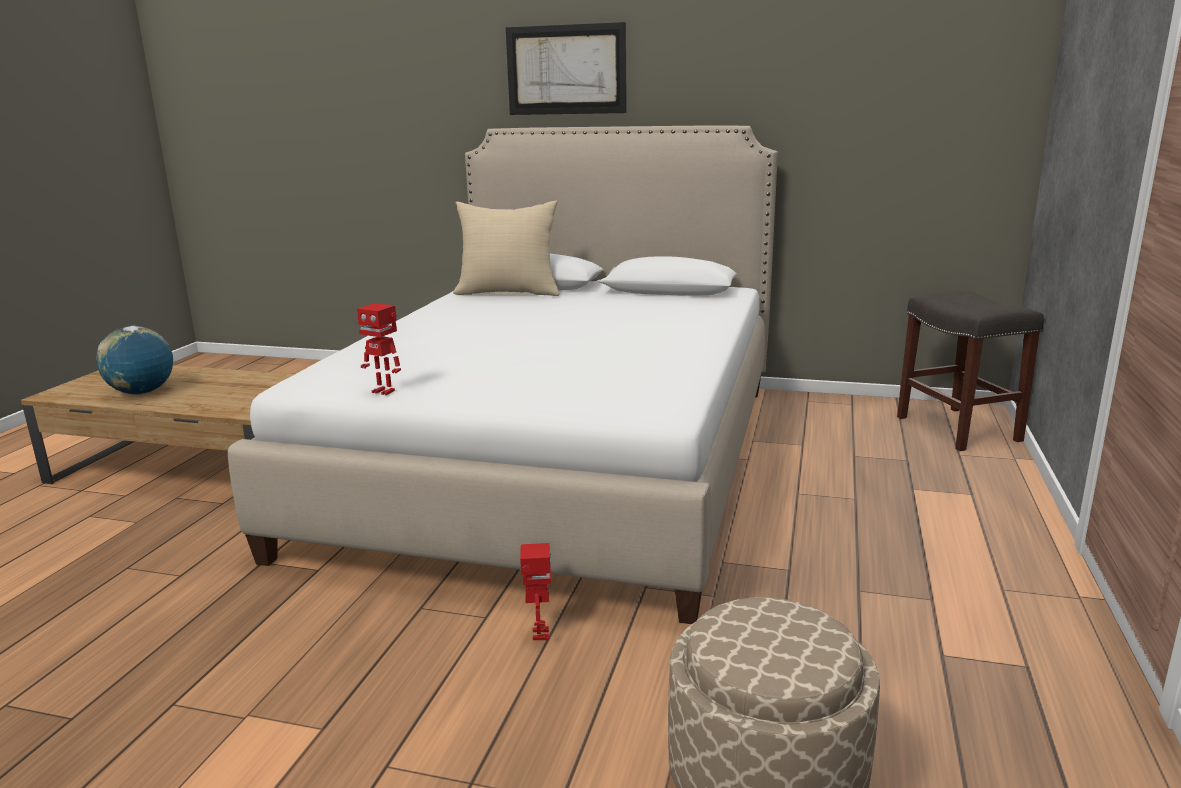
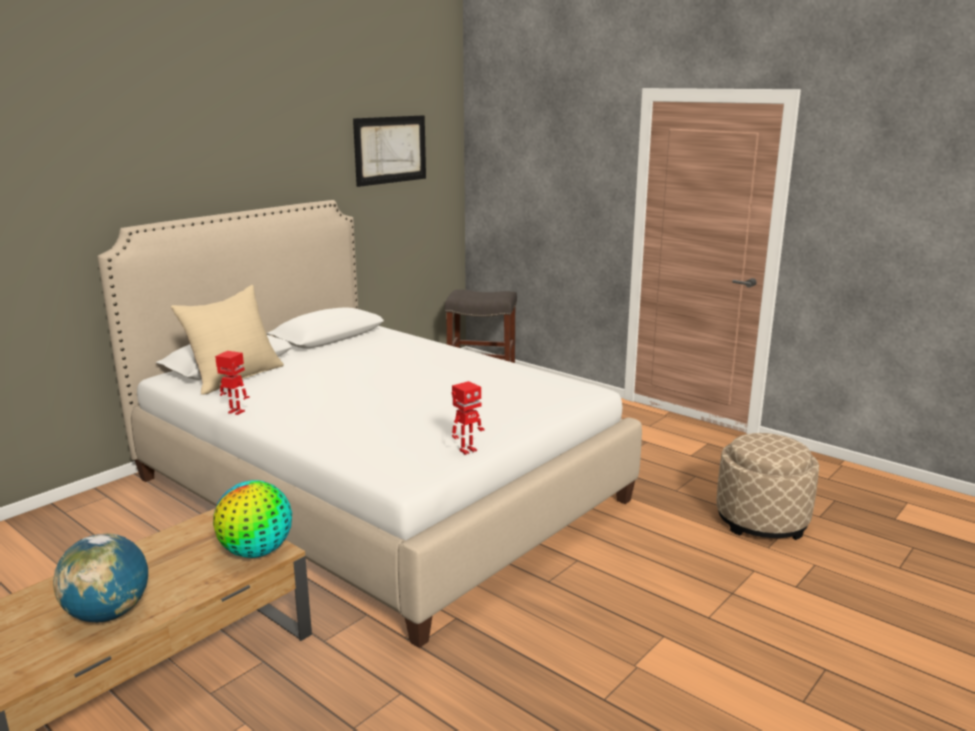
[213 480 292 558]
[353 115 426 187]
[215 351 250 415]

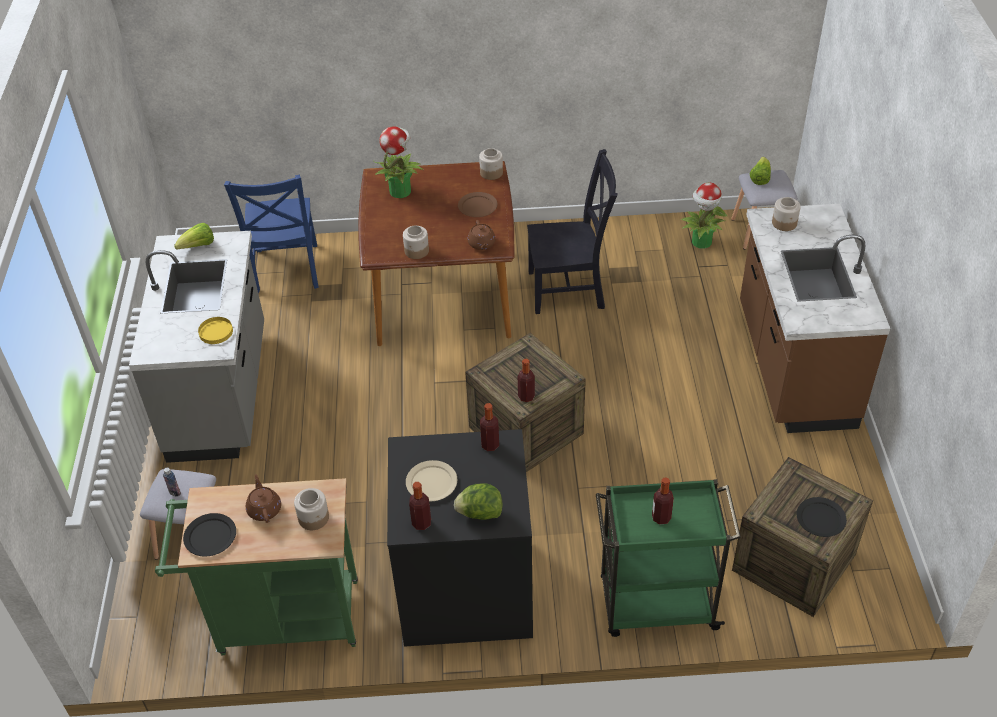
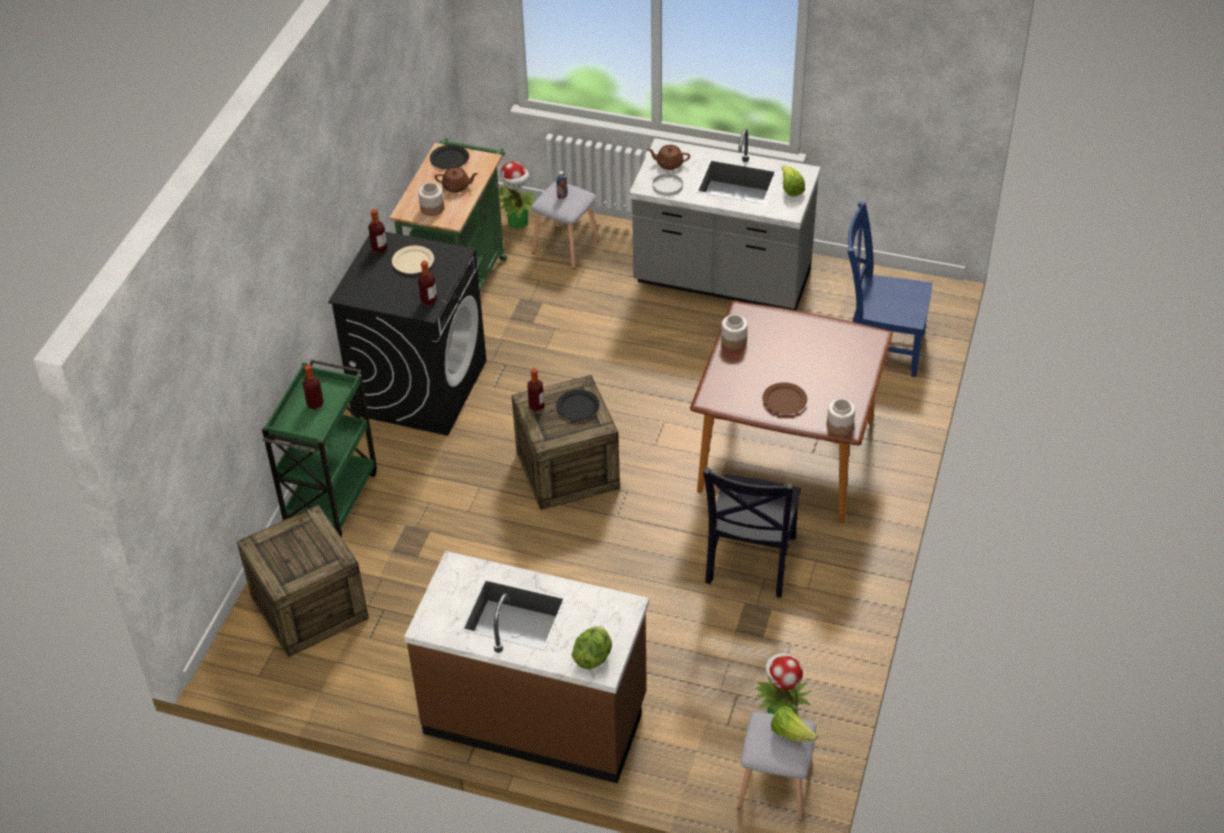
[772 197 801 231] (first image)
[499 161 537 229]
[572 626 612 669]
[647 145 690 170]
[556 389 600 421]
[653 173 683 196]

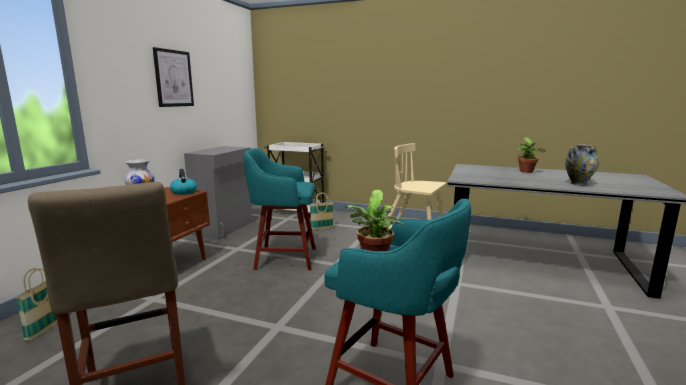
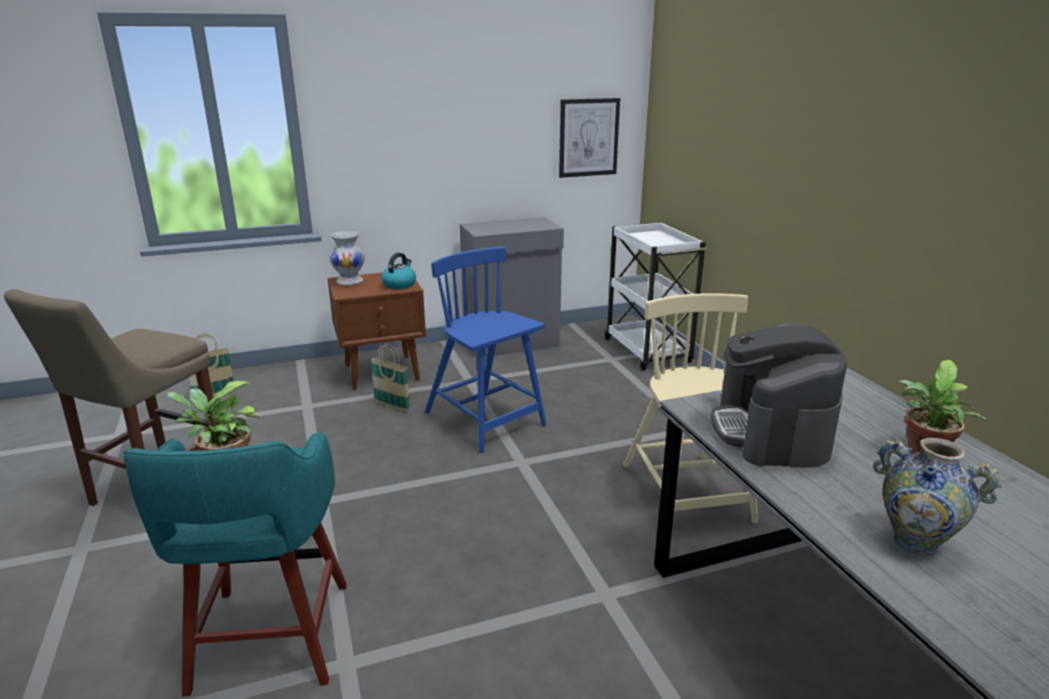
[711 322 847 468]
[559 98 620 178]
[371 344 411 412]
[425 247 547 453]

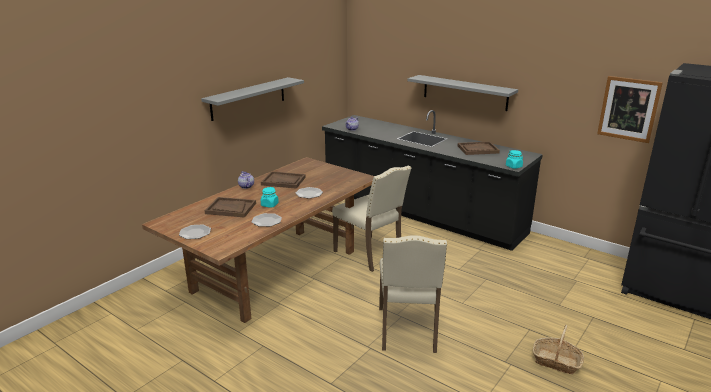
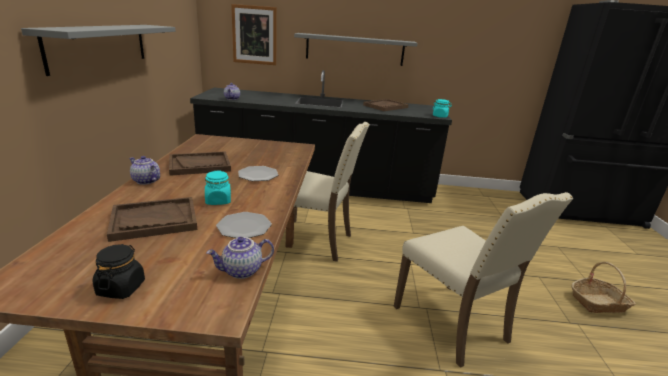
[206 237 274 279]
[231 4 277 65]
[93 244 145 299]

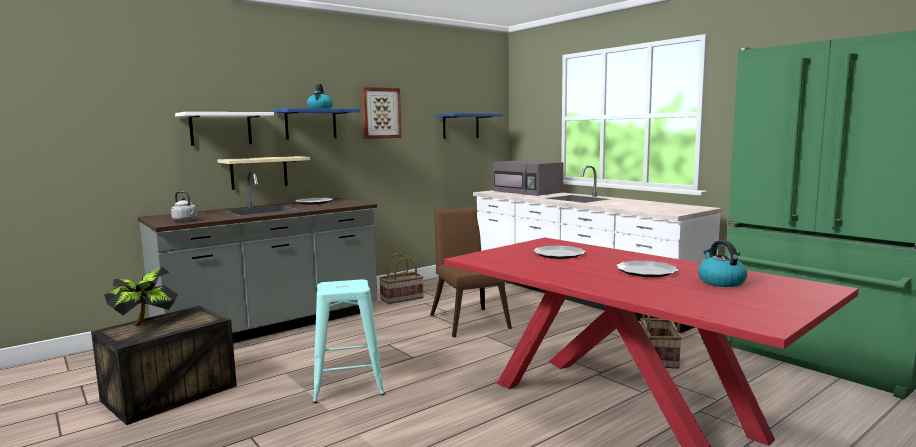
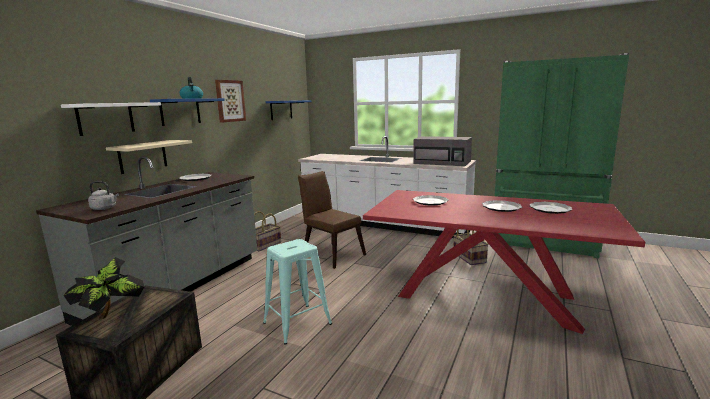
[413 136 472 166]
[530 202 573 214]

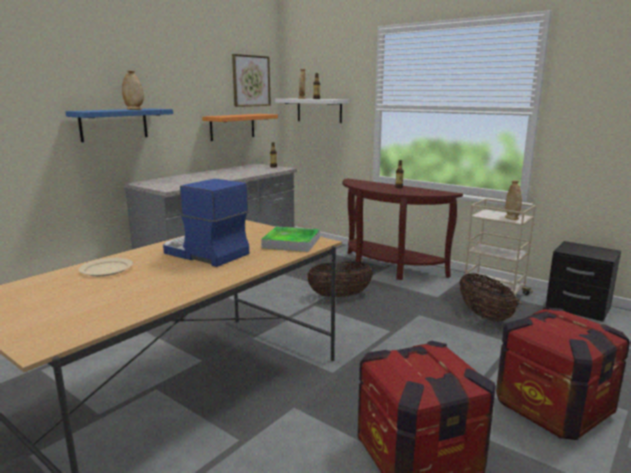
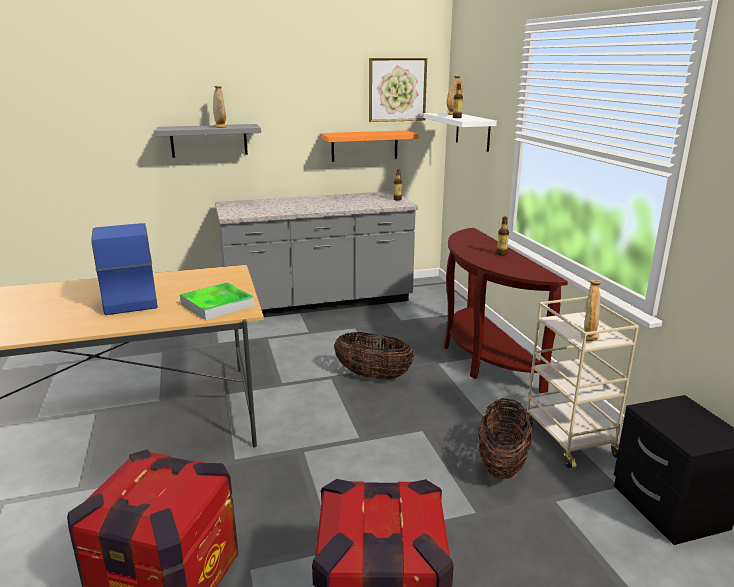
[78 258 133 276] (first image)
[156 124 261 158]

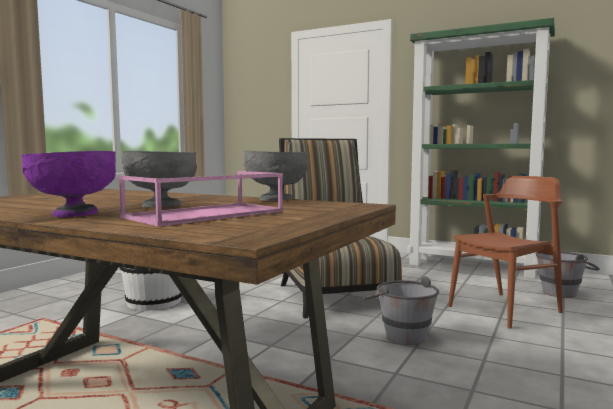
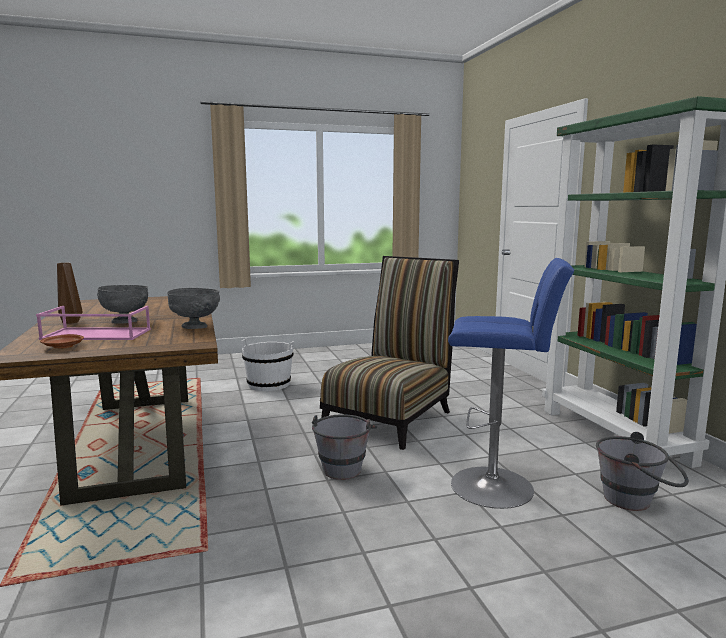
[40 334 84 348]
[57 263 82 324]
[448 258 574 509]

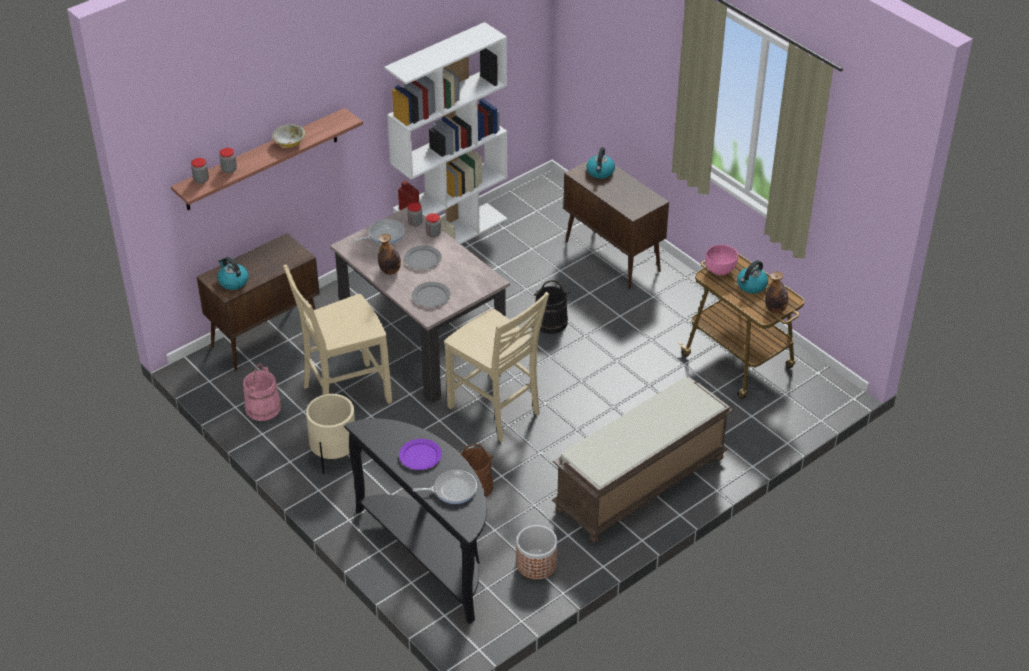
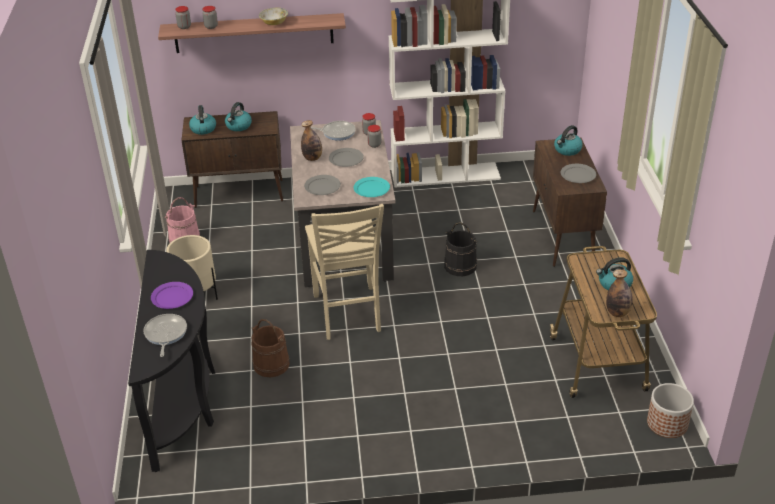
[283 264 392 404] (first image)
[552 377 733 543] (first image)
[705 245 738 275] (first image)
[225 102 252 131]
[354 177 390 197]
[561 164 596 183]
[647 383 694 438]
[144 314 187 357]

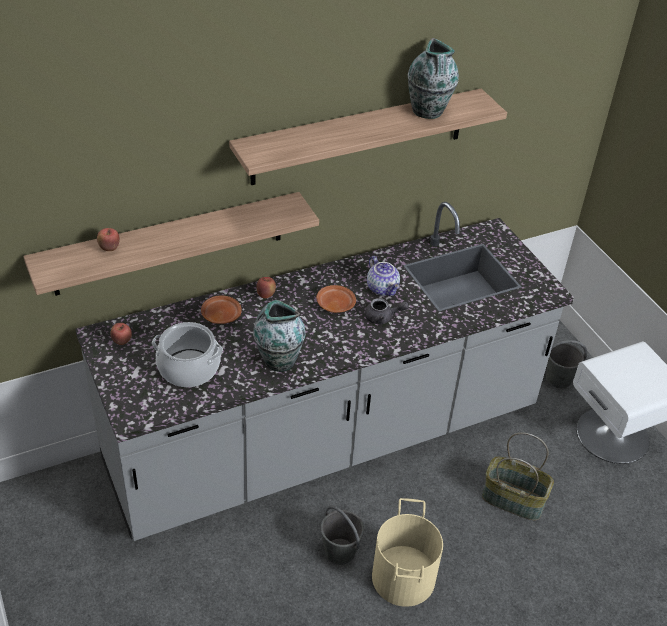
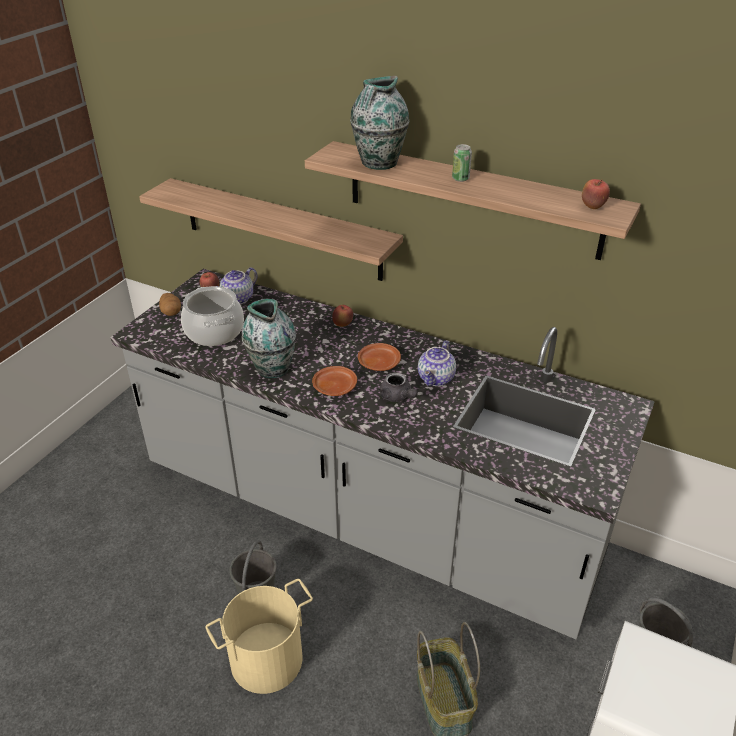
[159 293 181 316]
[220 267 257 304]
[452 144 472 182]
[582 179 610 209]
[312 366 357 396]
[350 76 409 170]

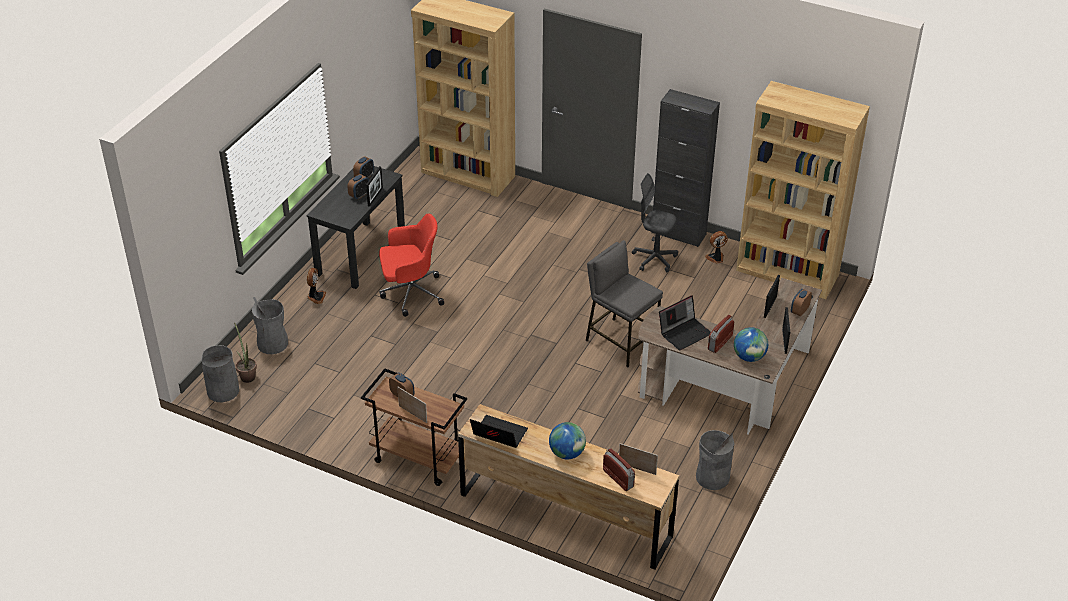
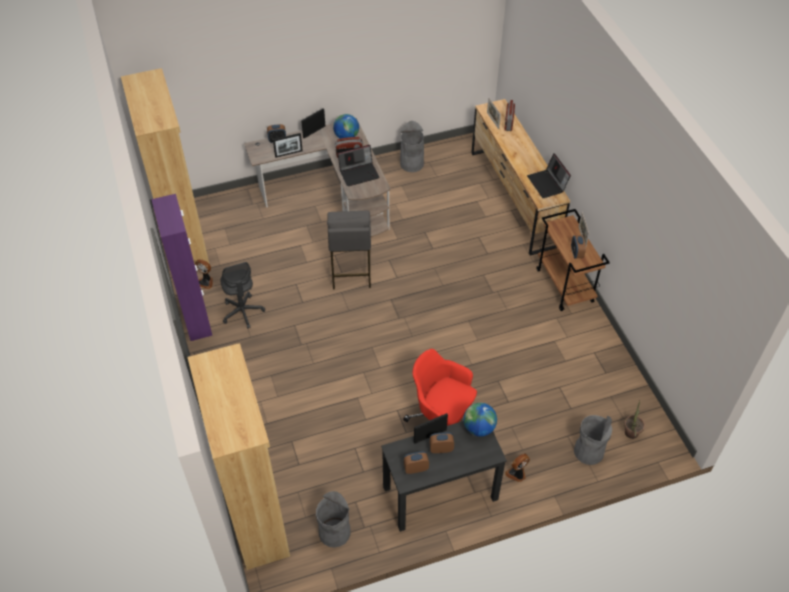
[316 491 351 548]
[463 403 497 437]
[151 194 212 341]
[337 145 380 186]

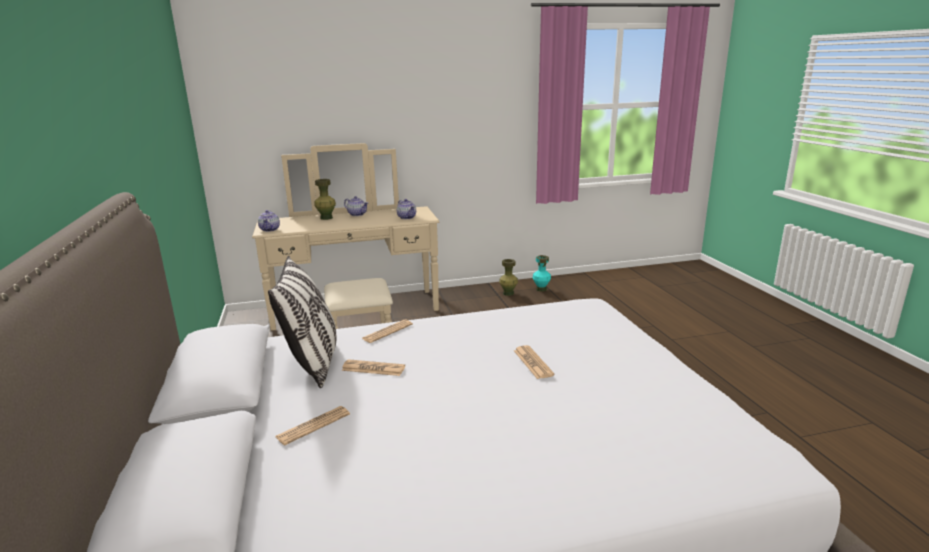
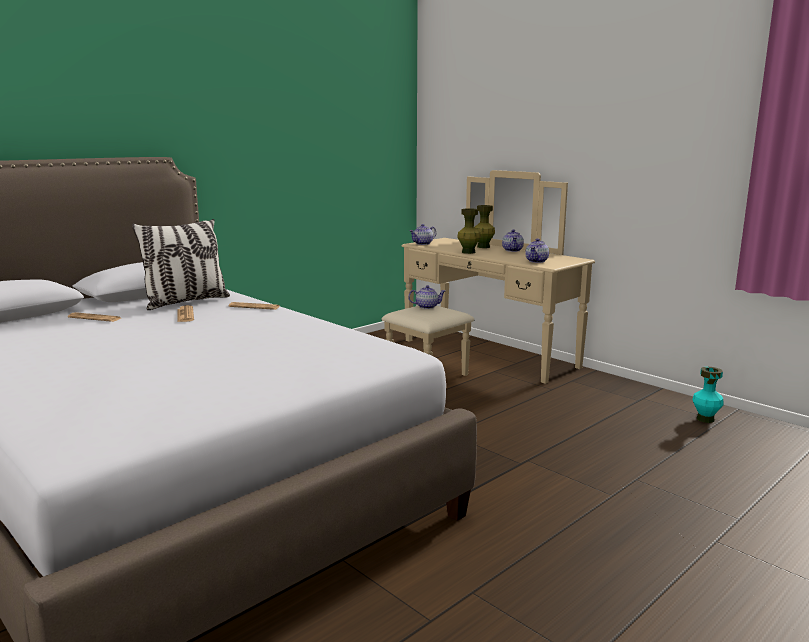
[514 345 555 379] (first image)
[408 285 446 309]
[457 209 481 254]

